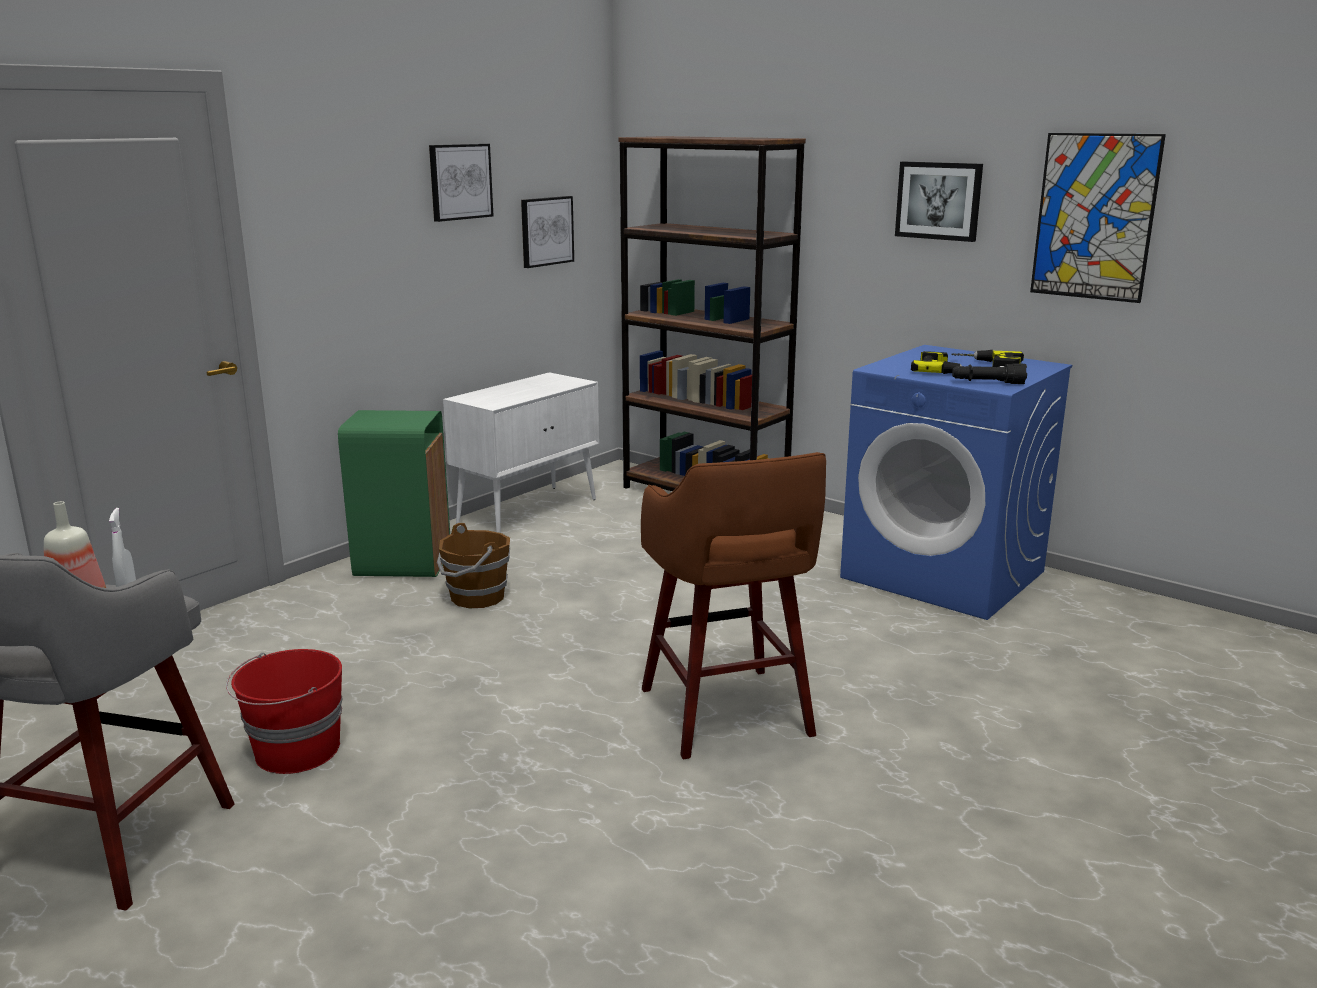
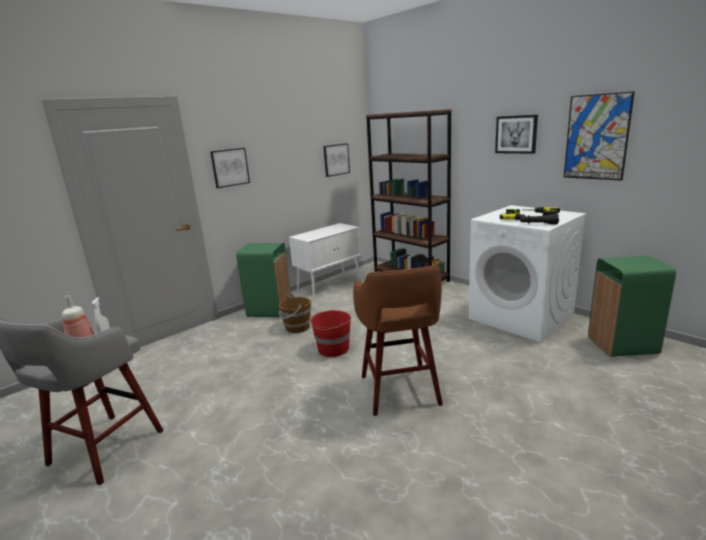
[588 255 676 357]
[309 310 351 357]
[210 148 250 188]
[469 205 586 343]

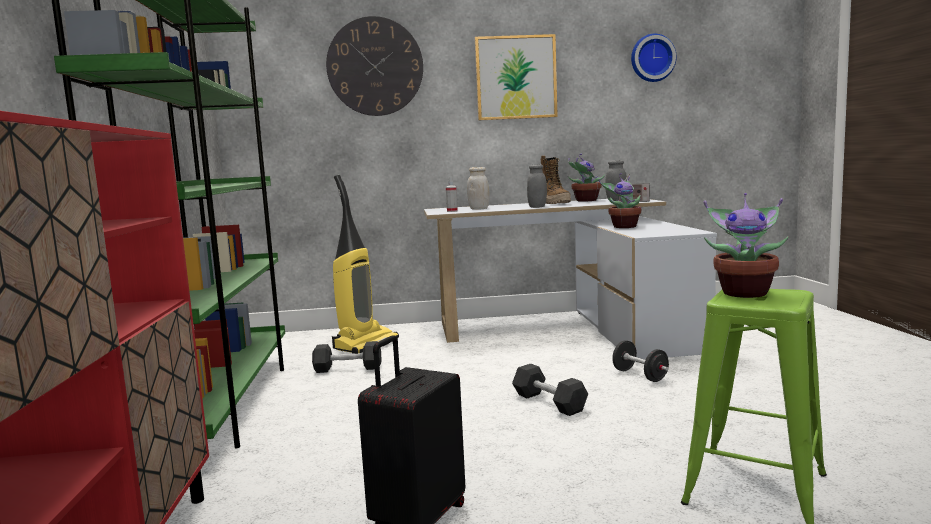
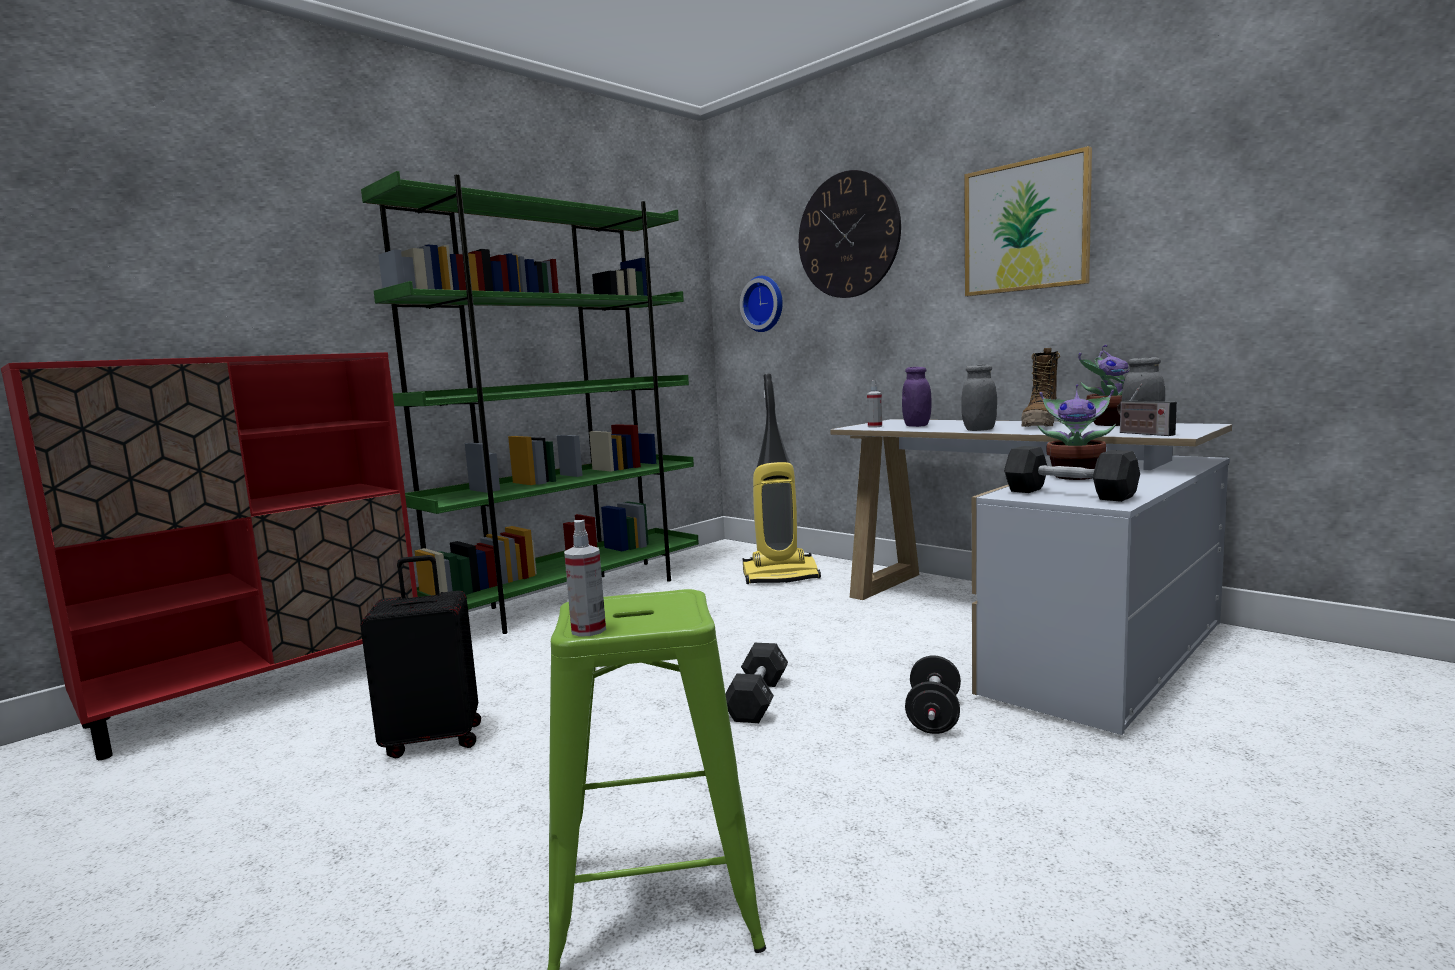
[703 193 789 298] (first image)
[564 520 606 637]
[1004 446 1140 502]
[740 276 783 332]
[902 367 932 427]

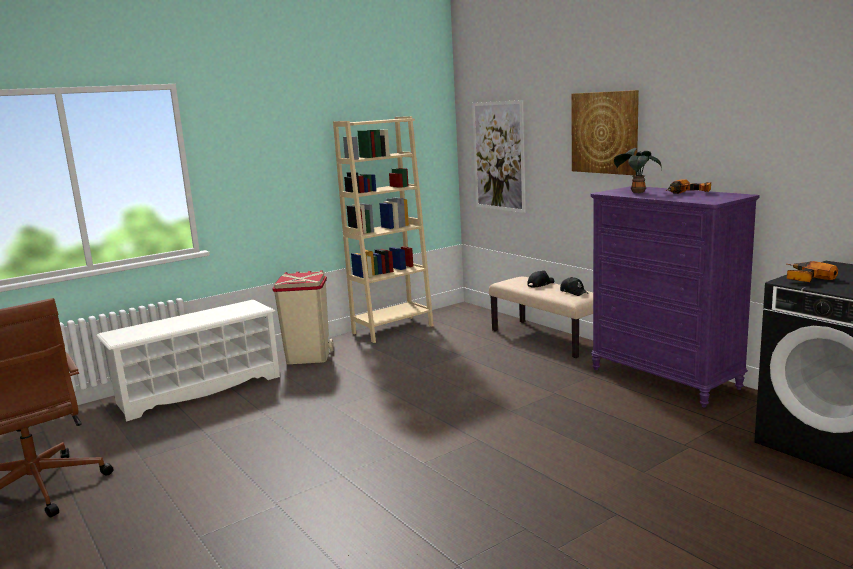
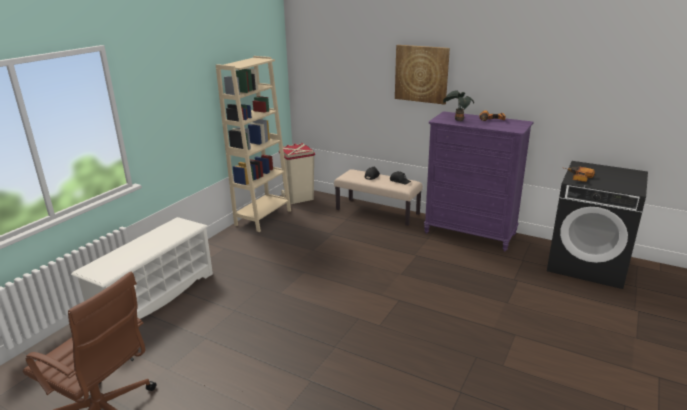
[472 100 526 213] (first image)
[279 143 315 204]

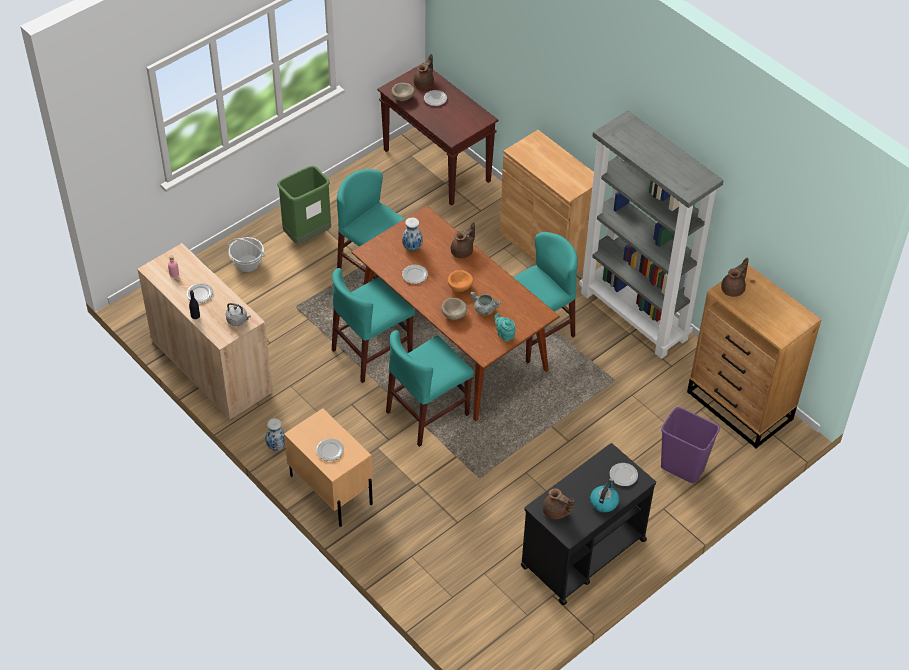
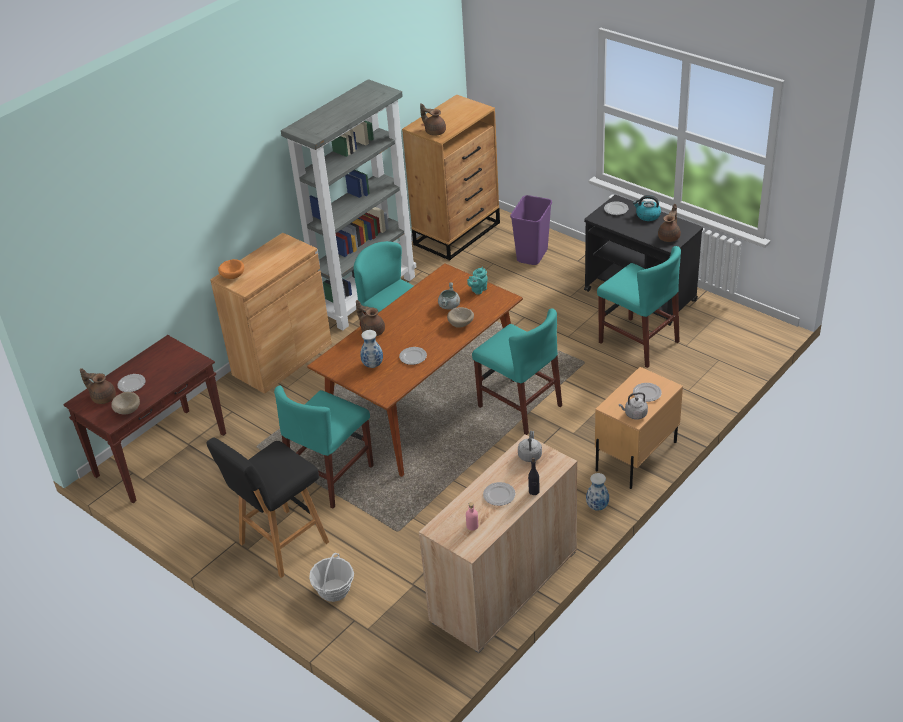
[619 392 648 419]
[597 246 681 368]
[218 259 244 279]
[206 438 329 578]

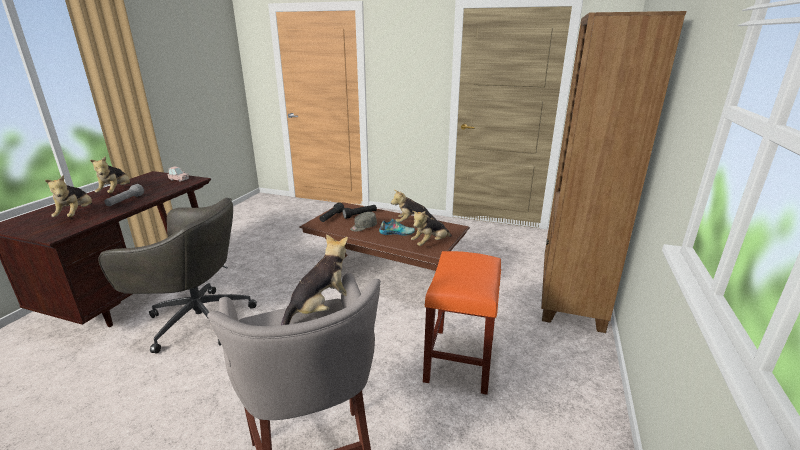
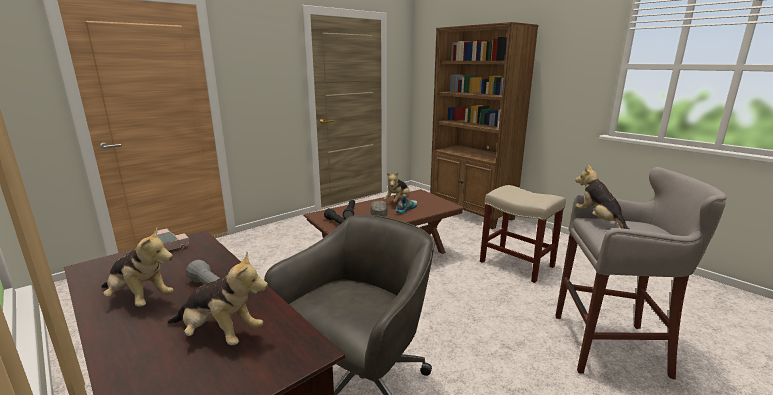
[411 211 452 246] (first image)
[480 185 566 283]

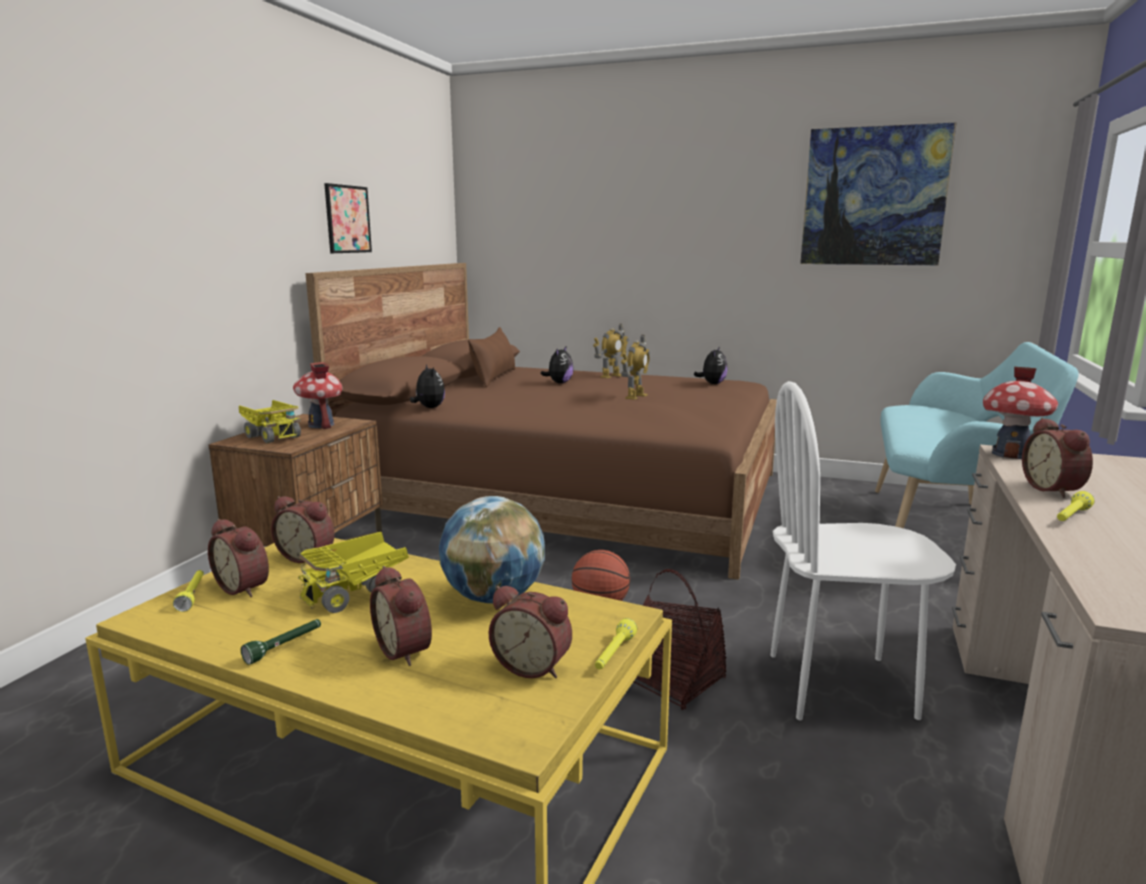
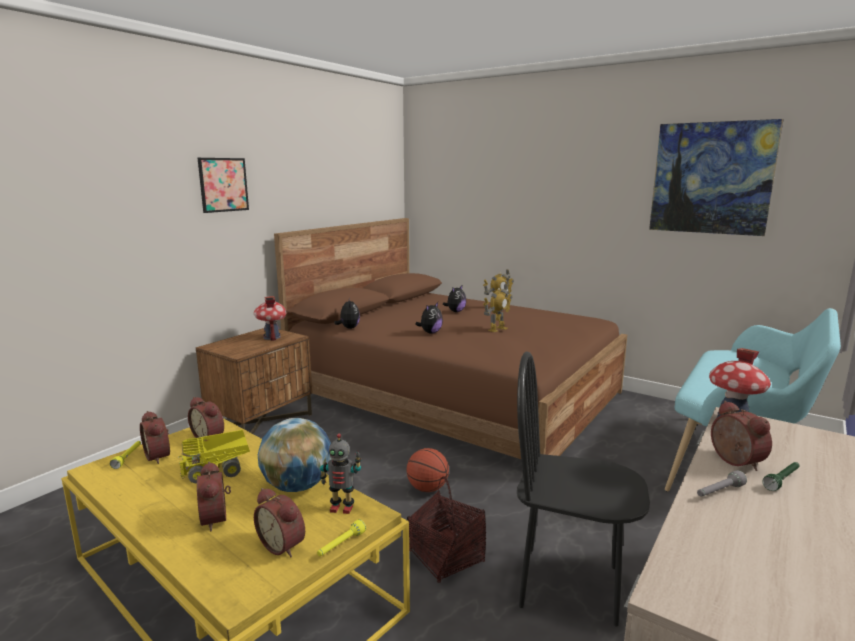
[239 400 301 443] (first image)
[468 327 515 387] (first image)
[320 433 362 514]
[762 462 800 491]
[198 158 249 213]
[415 302 443 334]
[517 352 650 626]
[697 470 747 497]
[711 401 772 471]

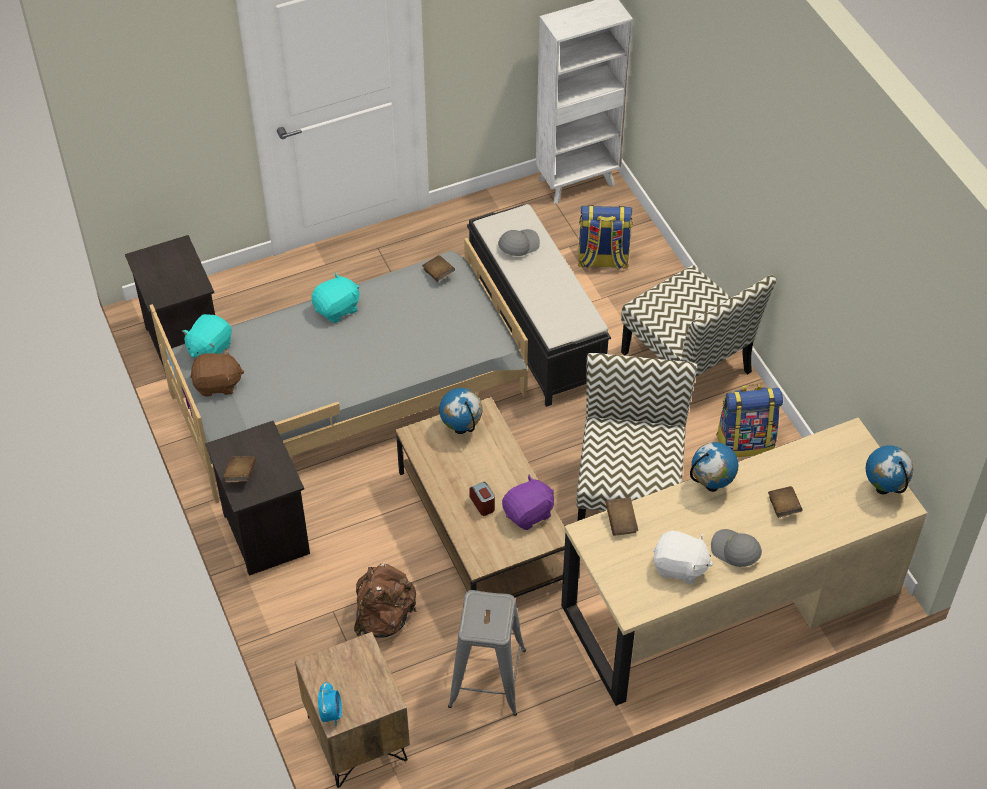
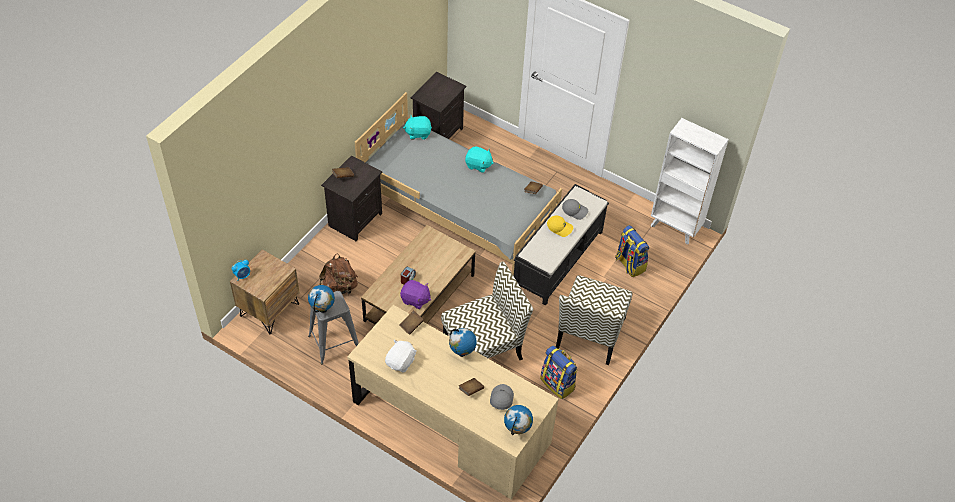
[190 349 244 397] (first image)
[547 215 573 237]
[308 285 335 313]
[490 384 514 410]
[385 339 416 373]

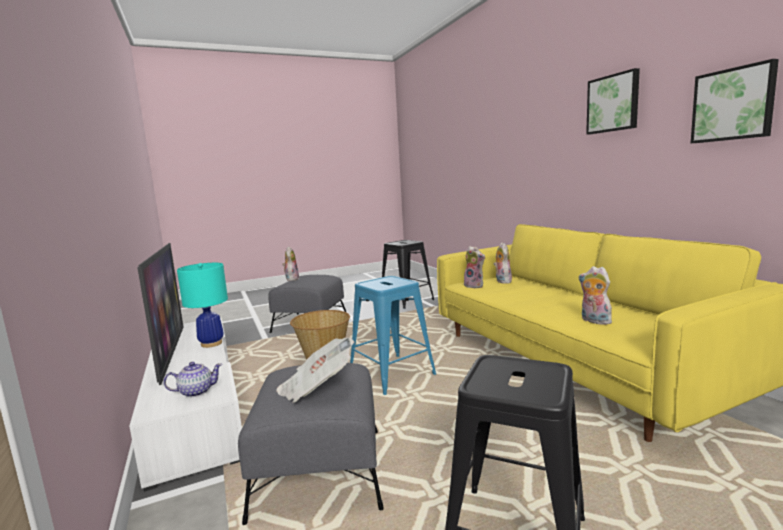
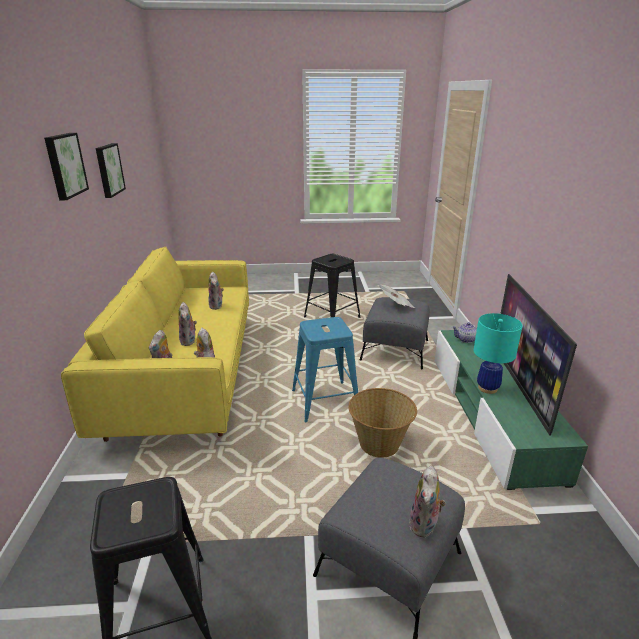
[178 302 197 346]
[435 330 588 490]

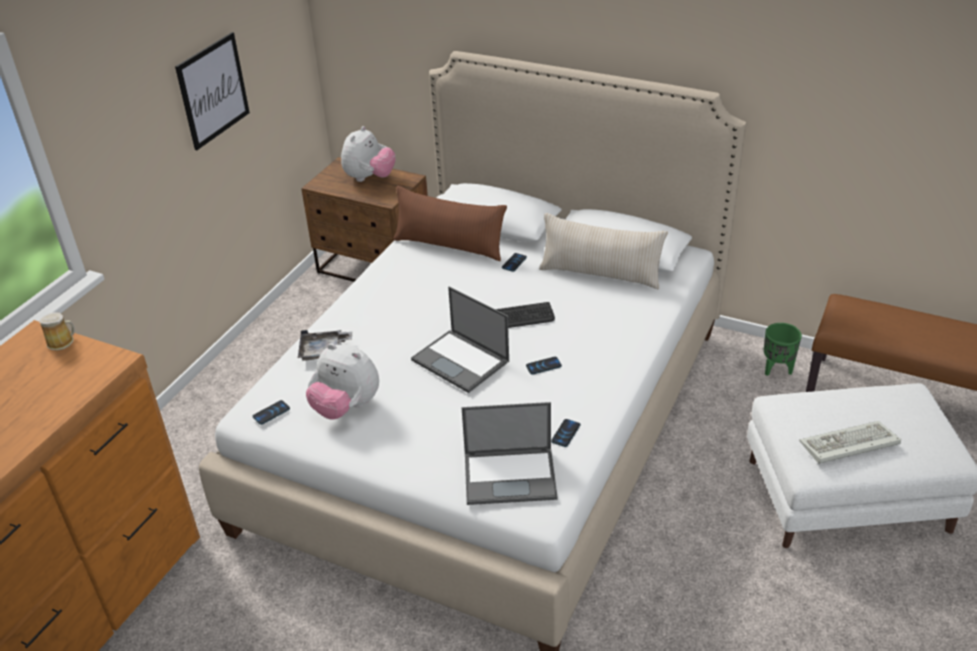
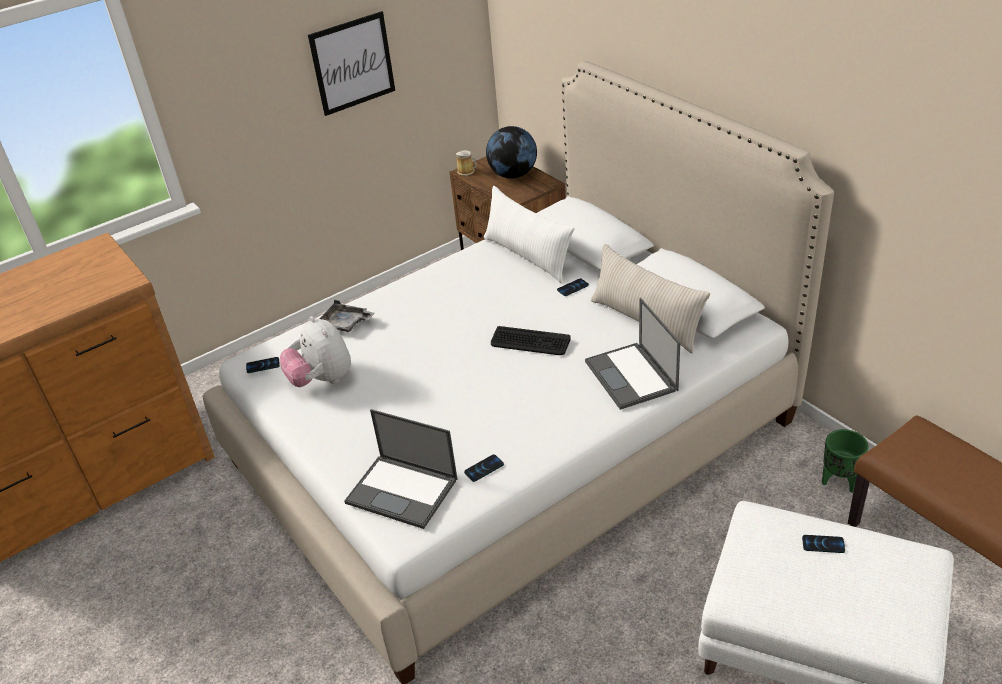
[799 421 901 464] (first image)
[456 150 477 176]
[585 298 680 410]
[802 535 845 553]
[486 126 537 179]
[484 186 575 283]

